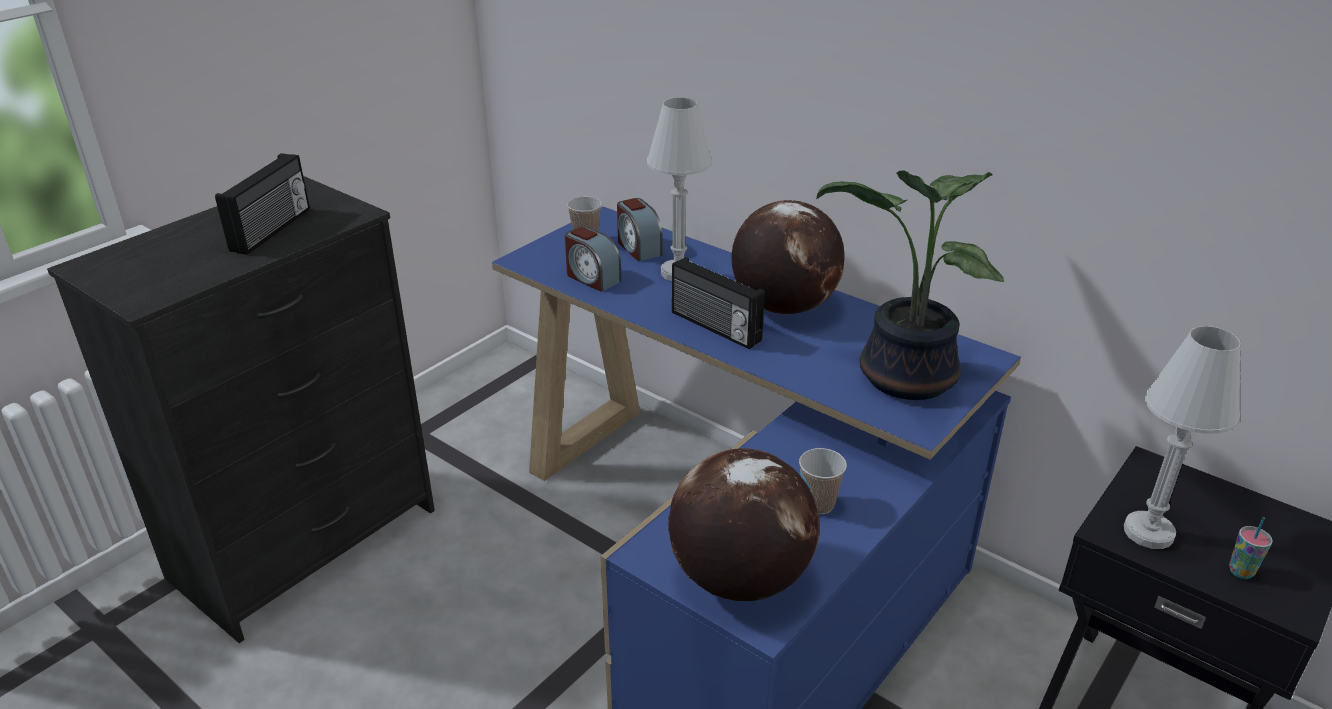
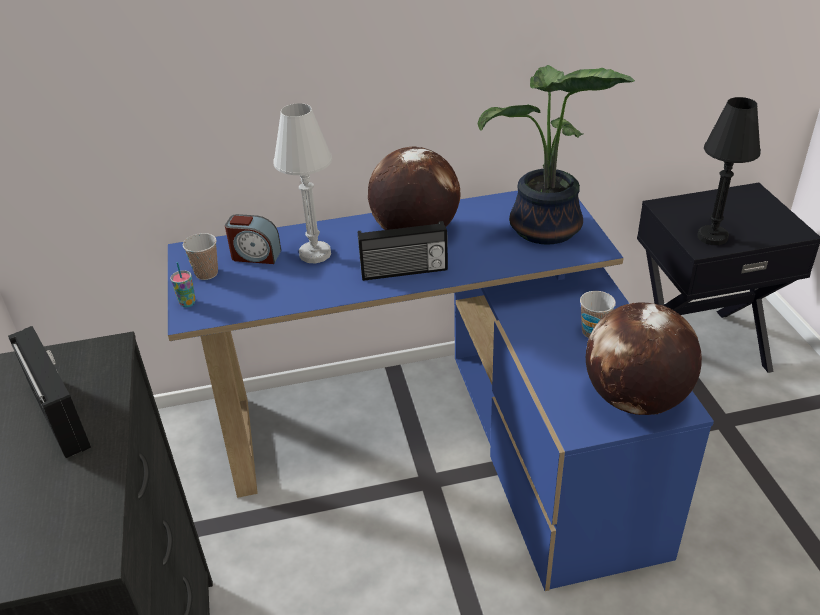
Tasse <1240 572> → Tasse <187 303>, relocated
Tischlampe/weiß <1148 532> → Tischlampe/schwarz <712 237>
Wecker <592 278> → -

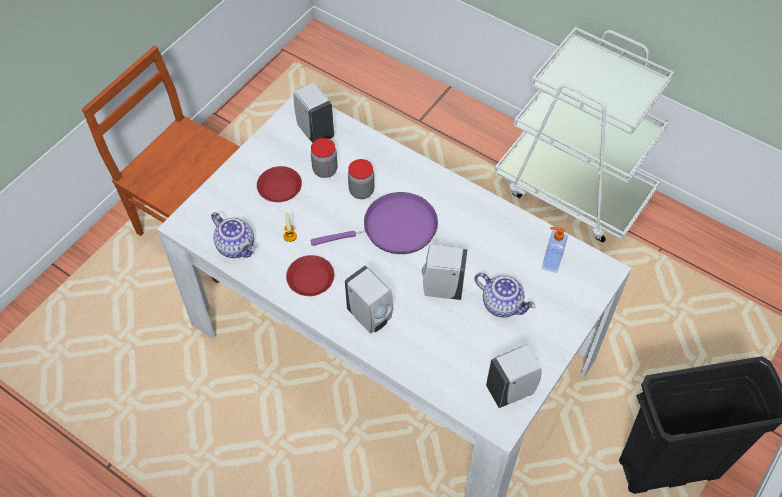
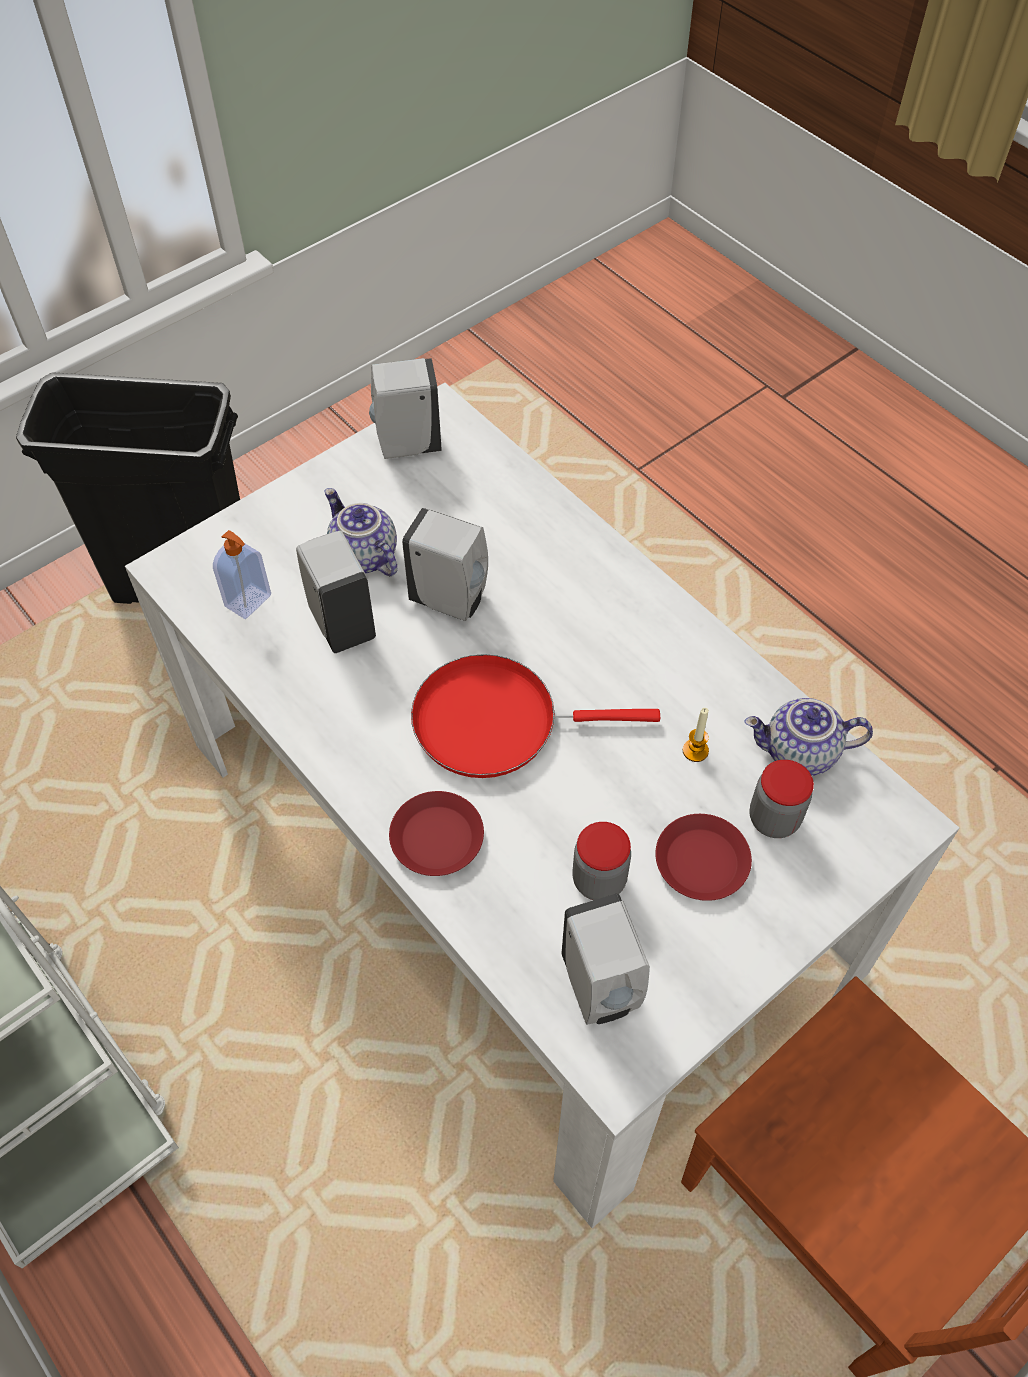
Seifenspender/weiß <370 317> → Seifenspender/weiß <341 622>, relocated
Teller/rot <310 278> → Teller/rot <437 838>, relocated
Pfanne/lila <394 228> → Pfanne/rot <496 721>
Teekanne <237 246> → Teekanne <799 754>, 60 degrees counterclockwise
Vorratsglas <361 191> → Vorratsglas <774 819>, relocated

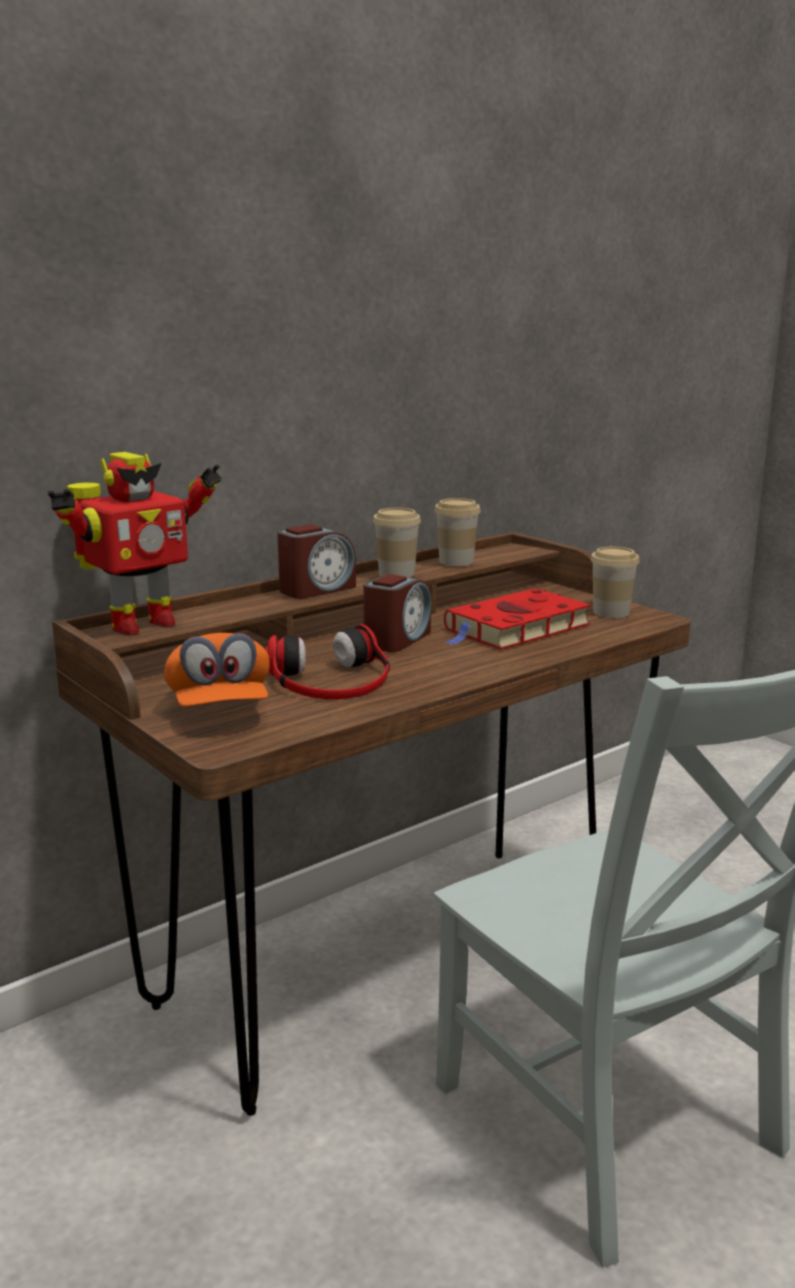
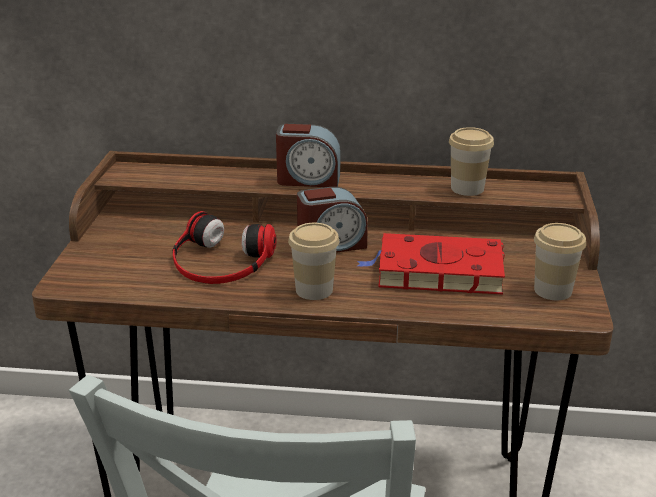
Tasse <396 574> → Tasse <314 290>, relocated
Spielzeugroboter <139 625> → -
Kappe/orange <220 709> → -

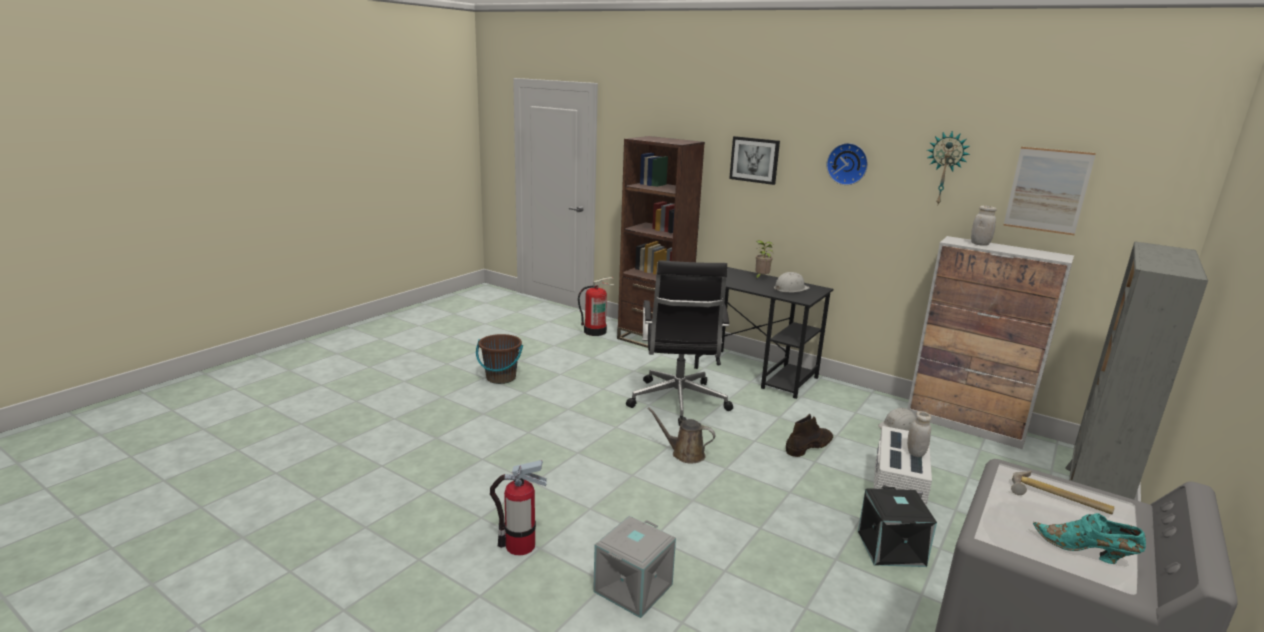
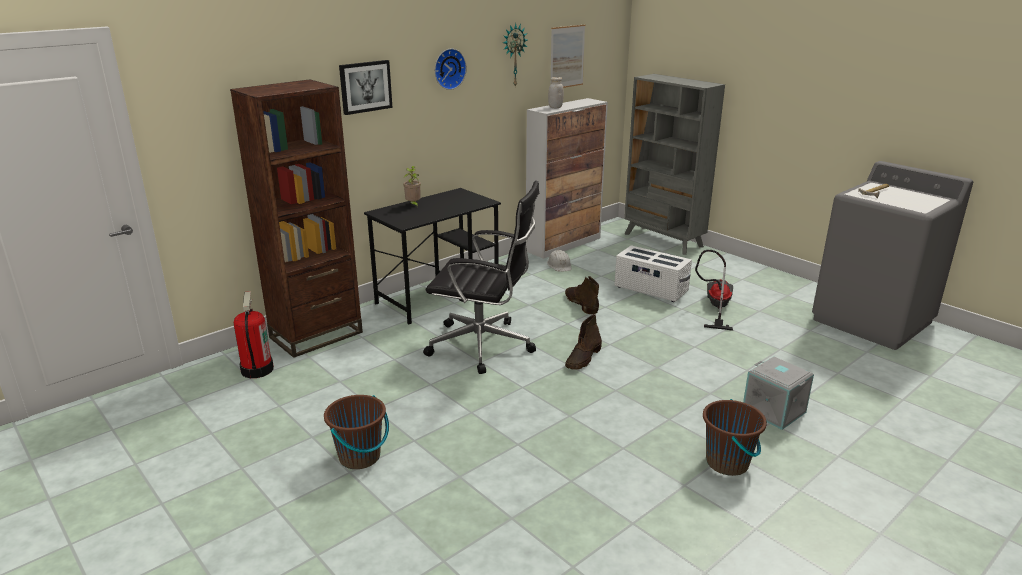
Gießkanne/braun <685 454> → Stiefel/braun <583 358>
Aufbewahrungsbox/schwarz <892 549> → Staubsauger <715 307>
Feuerlöscher <520 546> → Eimer/braun <727 463>
Schutzhelm/weiß <790 289> → -
Vorratsglas/weiß <915 453> → -
Schuh/türkis <1086 552> → -

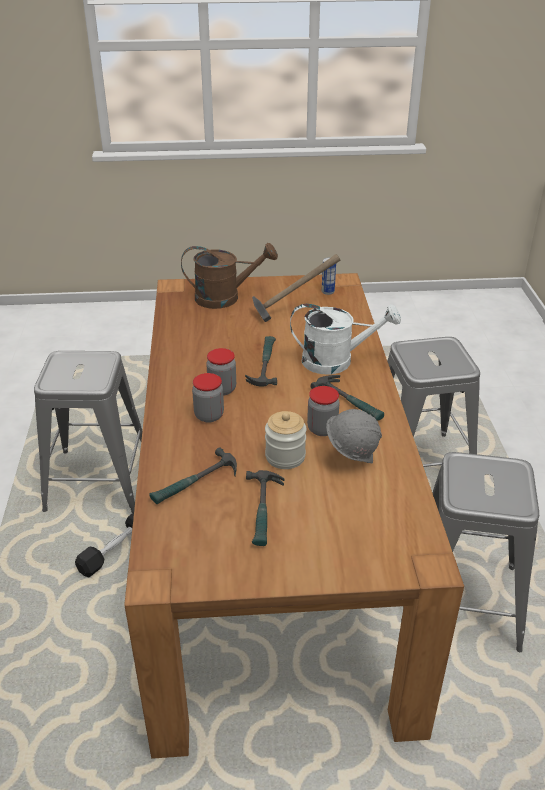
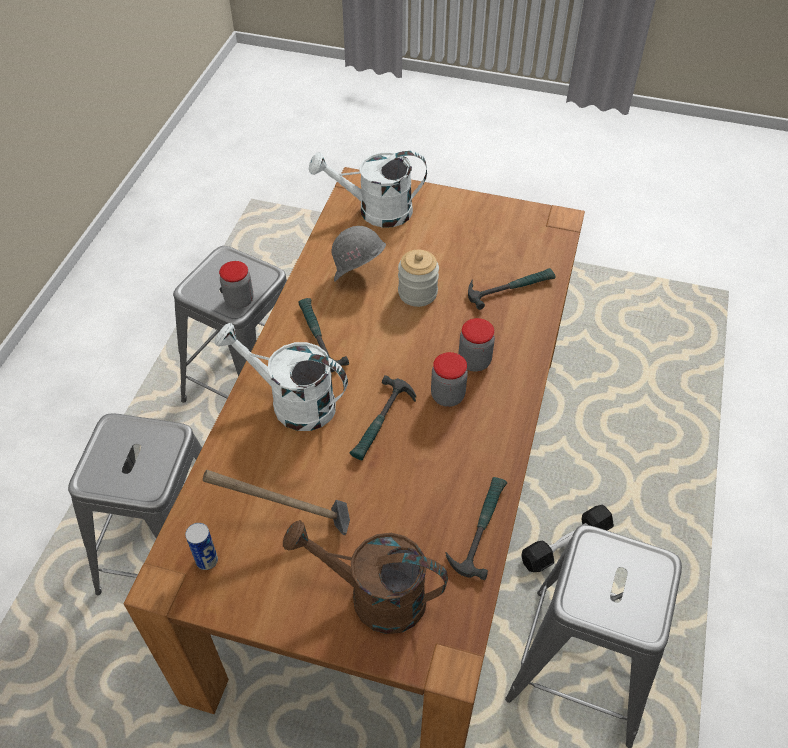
Vorratsglas <322 429> → Vorratsglas <239 300>, relocated
- → Gießkanne/weiß <375 211>
Hammer <264 511> → Hammer <479 528>, relocated

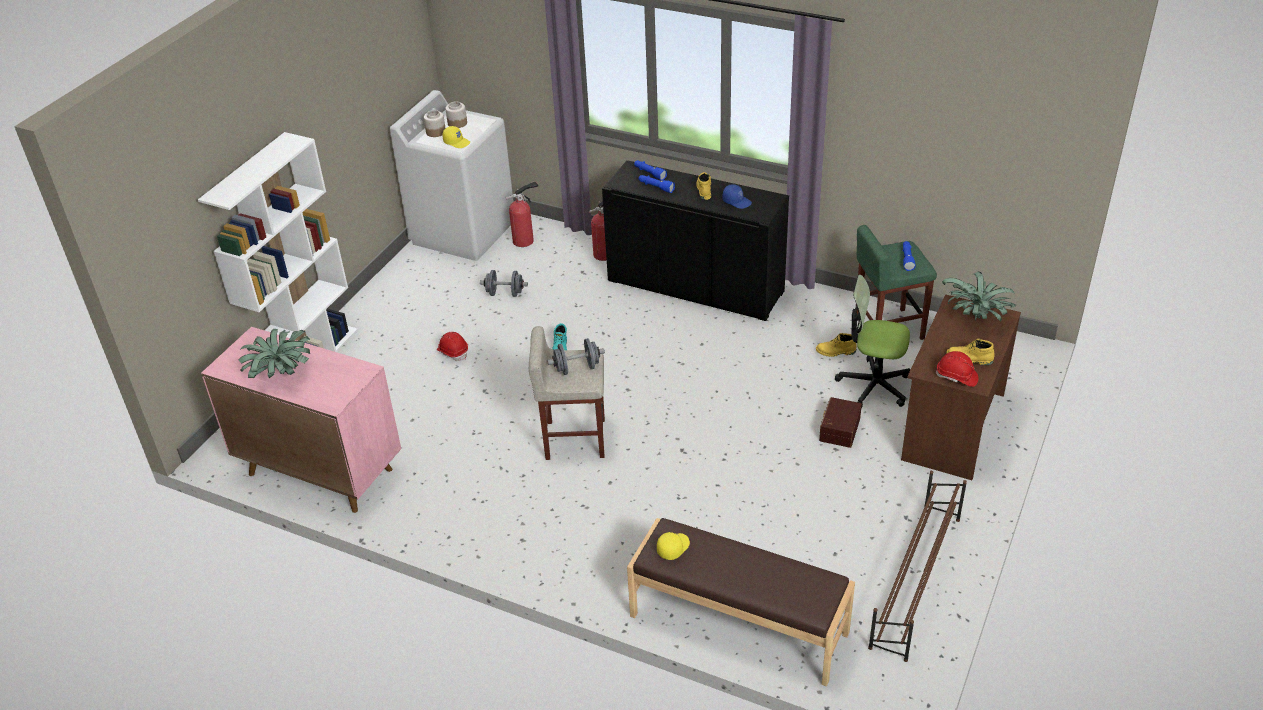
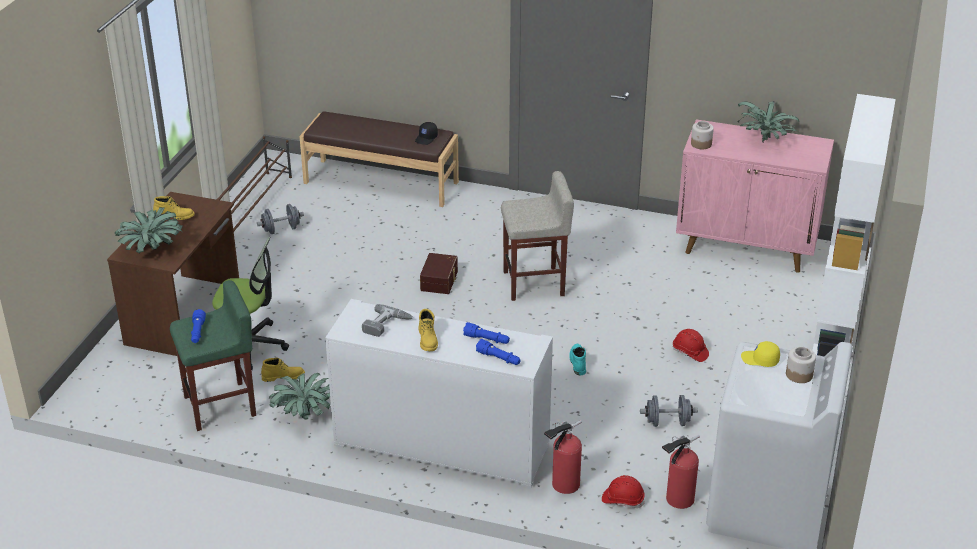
Hantel/grau <577 368> → Hantel/grau <281 229>, relocated
- → Topfpflanze <305 414>
Schrank/schwarz <695 286> → Schrank/weiß <441 445>
Kappe/blau <737 201> → Bohrmaschine <387 325>
Kappe/gelb <672 547> → Kappe/schwarz <426 138>
Aufbewahrungsbox/braun <838 429> → Aufbewahrungsbox/braun <440 281>, relocated
Schutzhelm/rot <956 377> → Schutzhelm/rot <622 500>, relocated
Vorratsglas <457 123> → Vorratsglas <701 144>, relocated

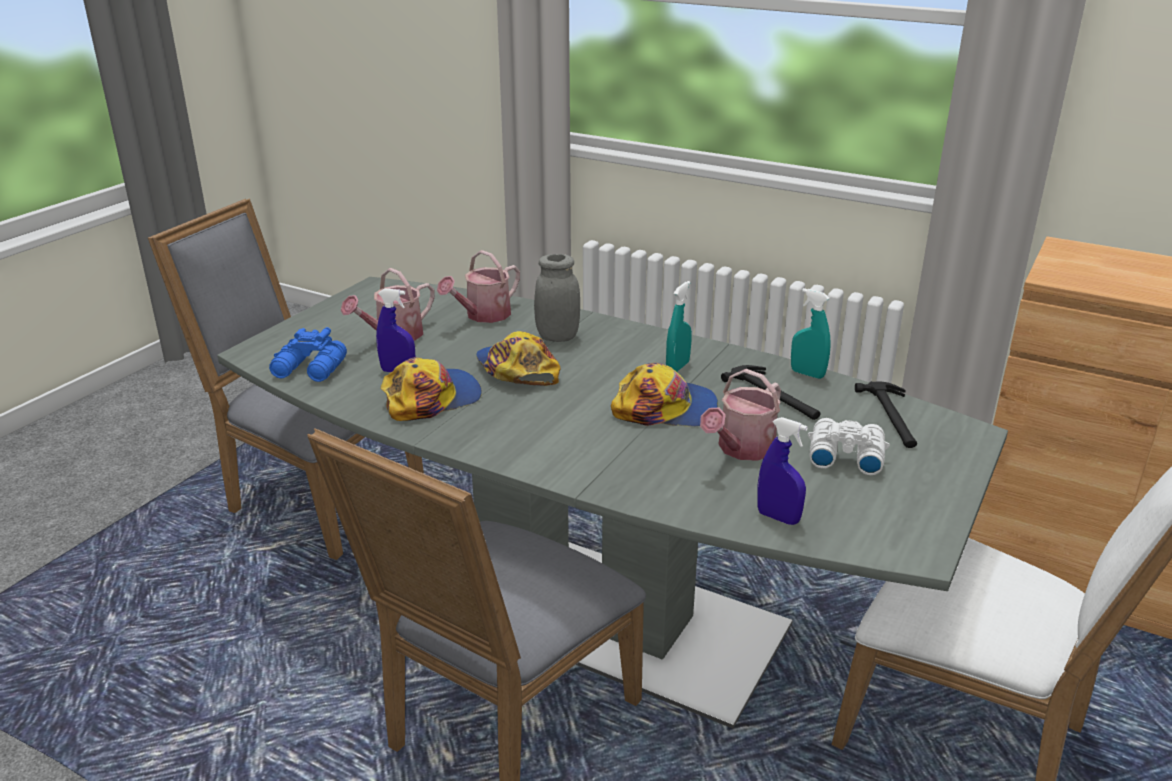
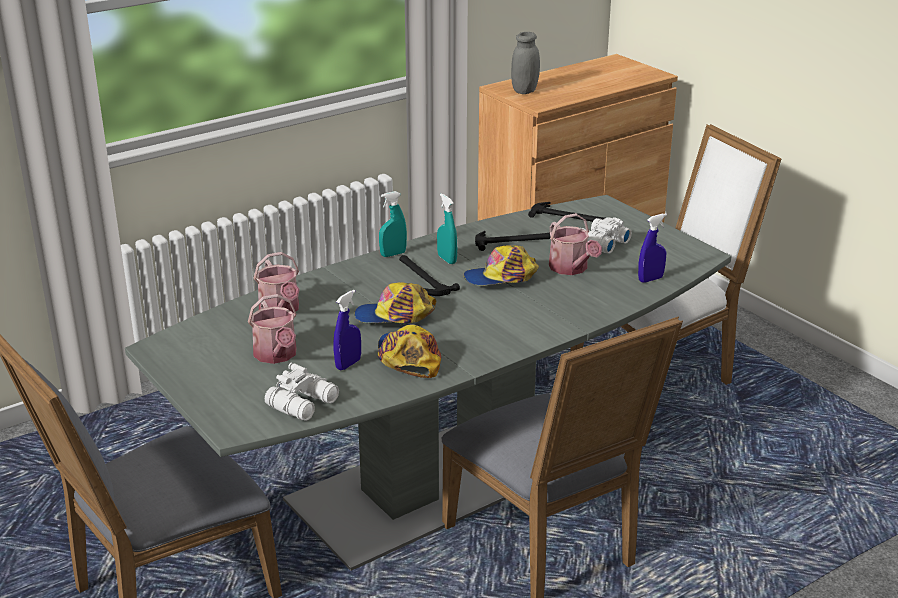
Fernglas/blau <310 370> → Fernglas/weiß <304 403>
Sprühflasche/türkis <807 374> → Sprühflasche/türkis <393 254>, relocated
- → Hammer <423 278>
Kappe <665 408> → Kappe <501 278>, 135 degrees counterclockwise
Vorratsglas/grau <557 337> → Vorratsglas/grau <524 91>, relocated

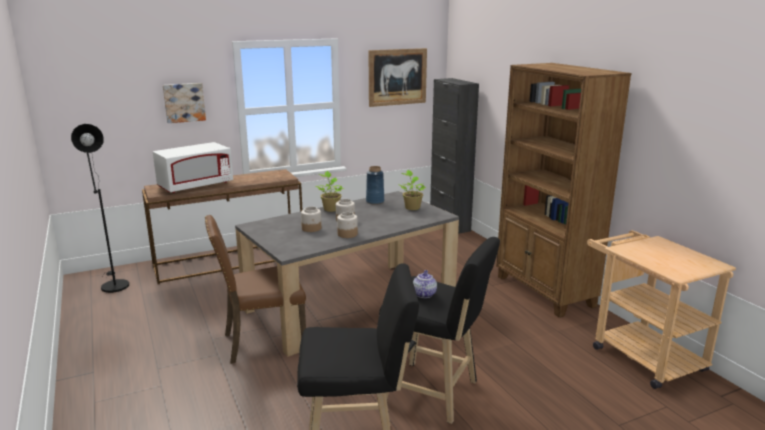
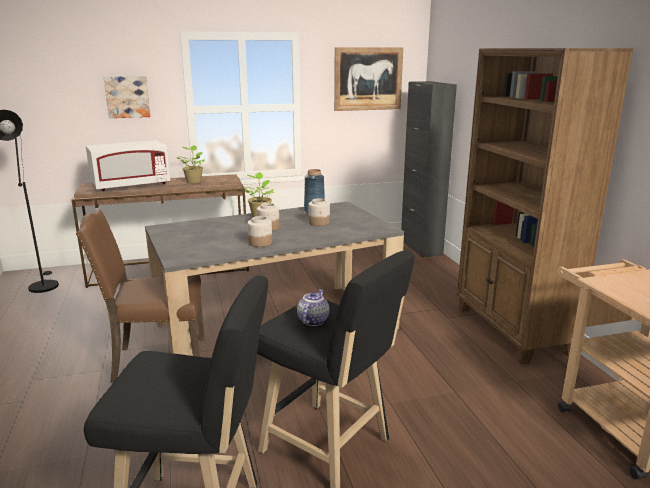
Topfpflanze <412 207> → Topfpflanze <194 181>, relocated
Vorratsglas <311 228> → Vorratsglas <319 222>, relocated

